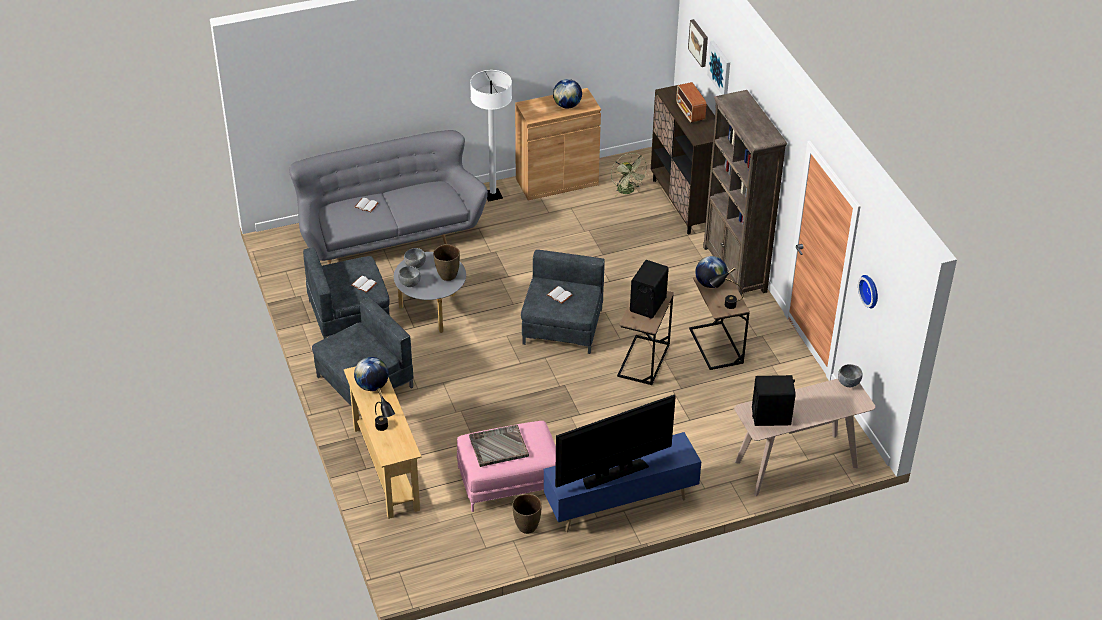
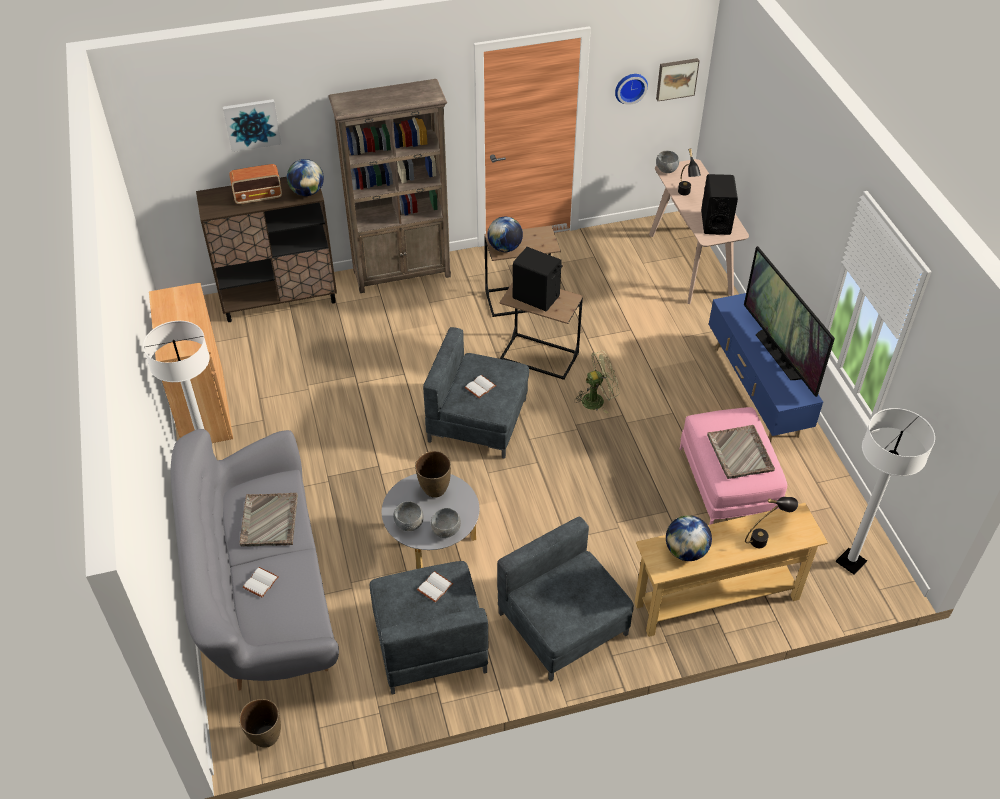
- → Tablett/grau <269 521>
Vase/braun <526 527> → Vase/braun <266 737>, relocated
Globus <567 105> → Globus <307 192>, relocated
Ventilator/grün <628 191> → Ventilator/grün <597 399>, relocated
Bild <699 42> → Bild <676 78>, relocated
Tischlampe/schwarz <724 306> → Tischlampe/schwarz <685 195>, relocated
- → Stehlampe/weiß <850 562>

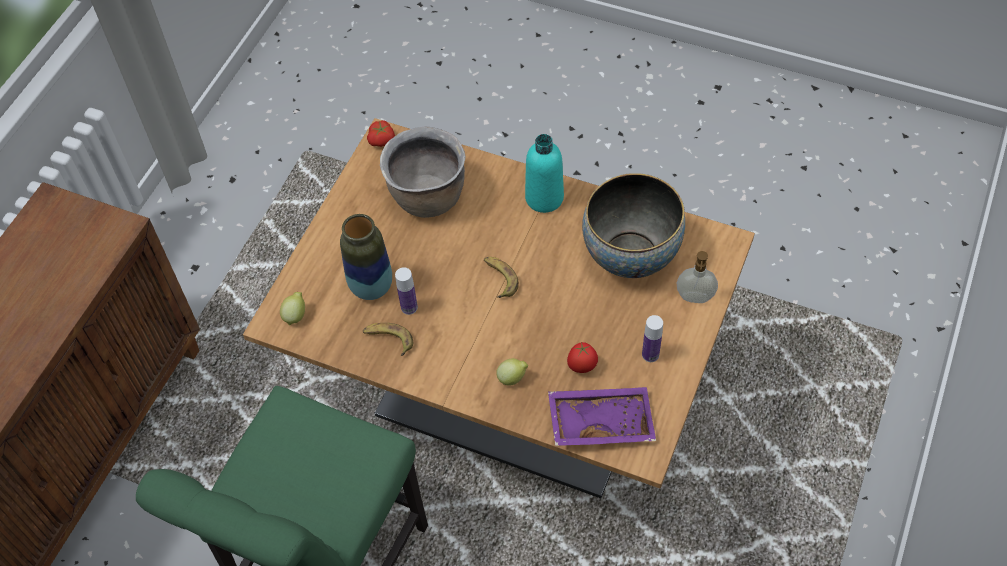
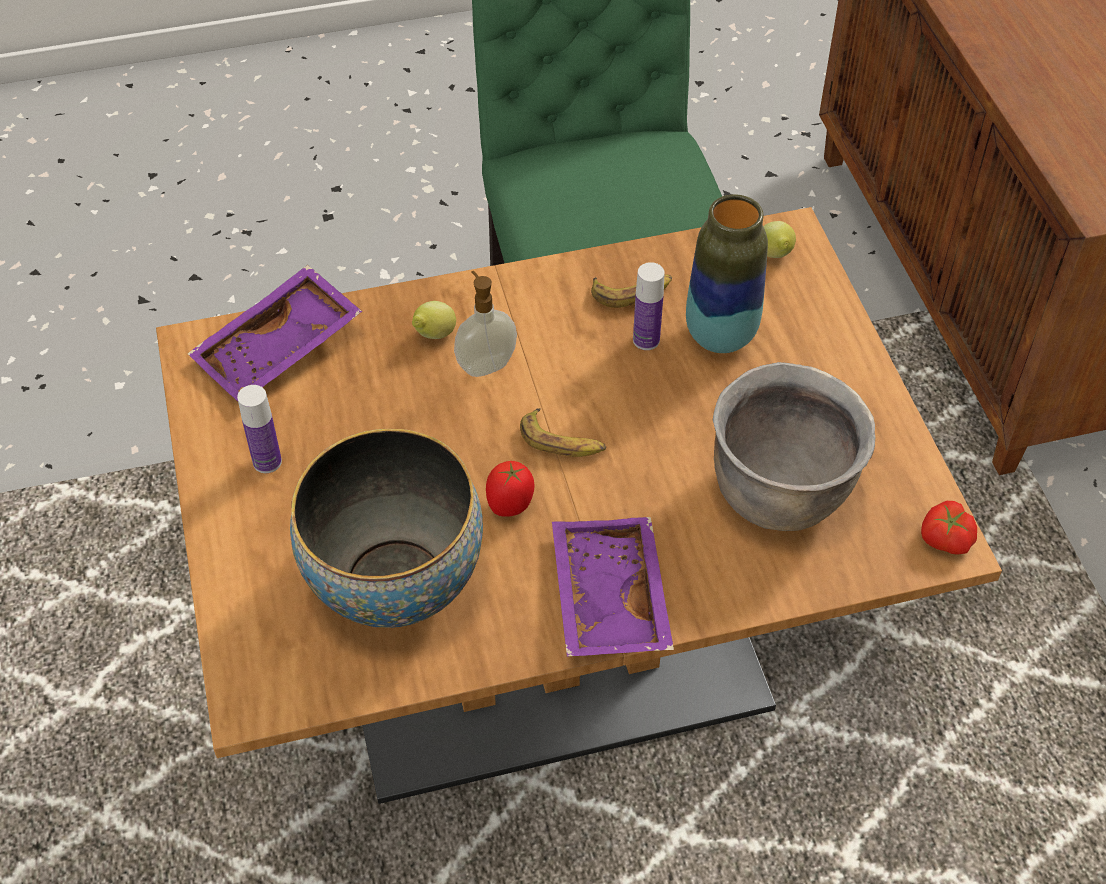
Seifenspender <695 298> → Seifenspender <486 364>, relocated
Tomate <582 367> → Tomate <511 505>, relocated
Flasche/türkis <544 198> → Tablett/lila <605 598>

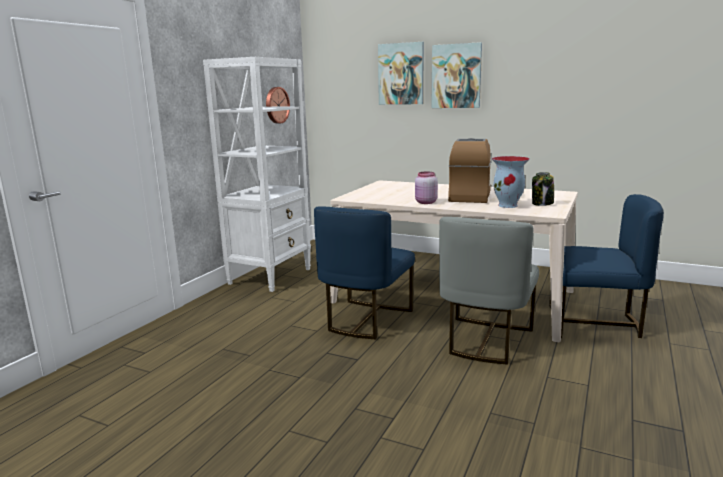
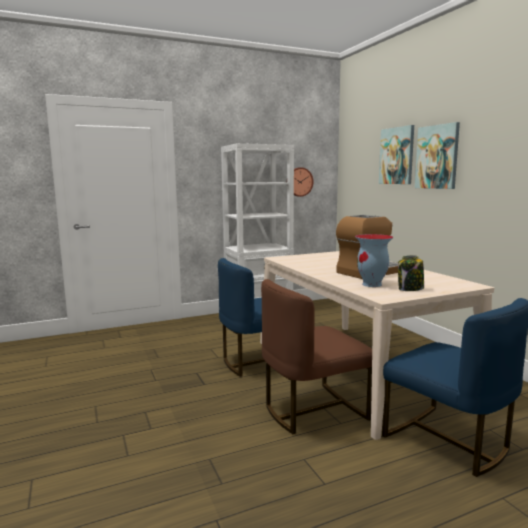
Stuhl/grau <485 340> → Stuhl/braun <313 410>
Vorratsglas/rosa <425 202> → -

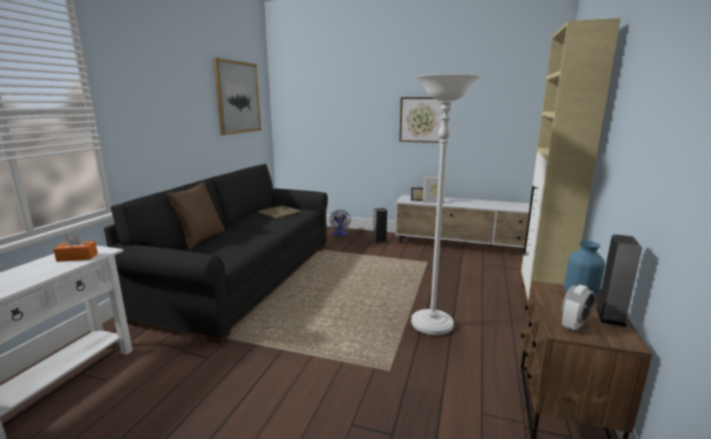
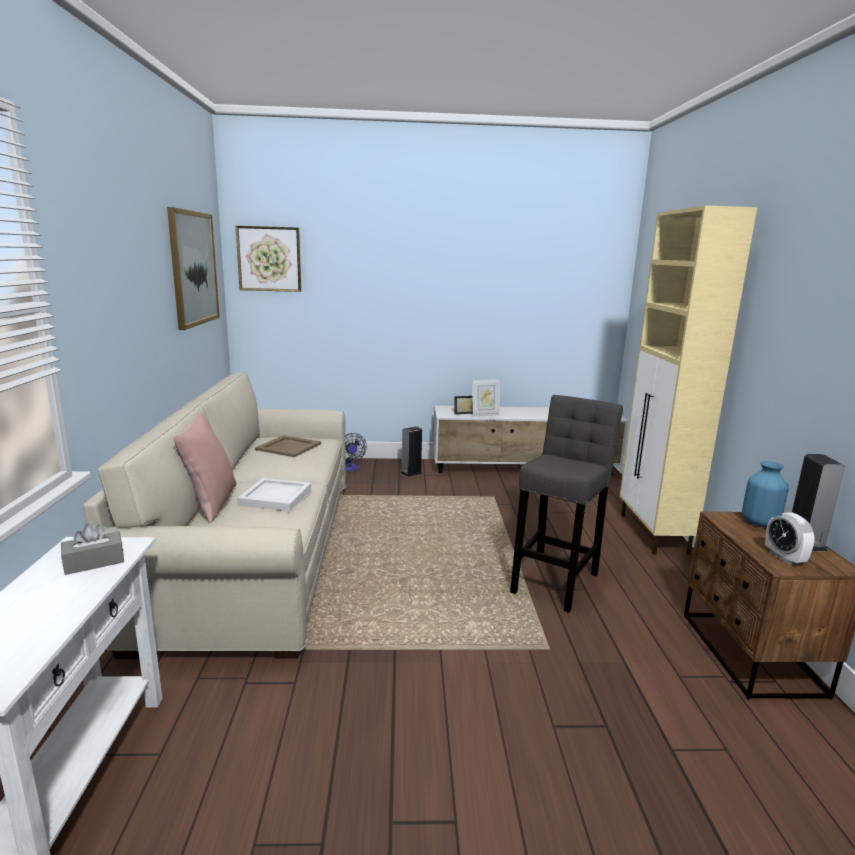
Taschentuchbox/orange <77 257> → Taschentuchbox/grau <94 562>
Sofa/schwarz <245 278> → Sofa/beige <257 553>
Kissen/braun <201 239> → Kissen/rosa <210 503>
Bild <421 120> → Bild <269 259>, relocated
- → Tablett/weiß <275 496>
Stehlampe/weiß <432 324> → Hocker/grau <556 580>
Wecker <574 325> → Wecker <784 557>, 135 degrees clockwise

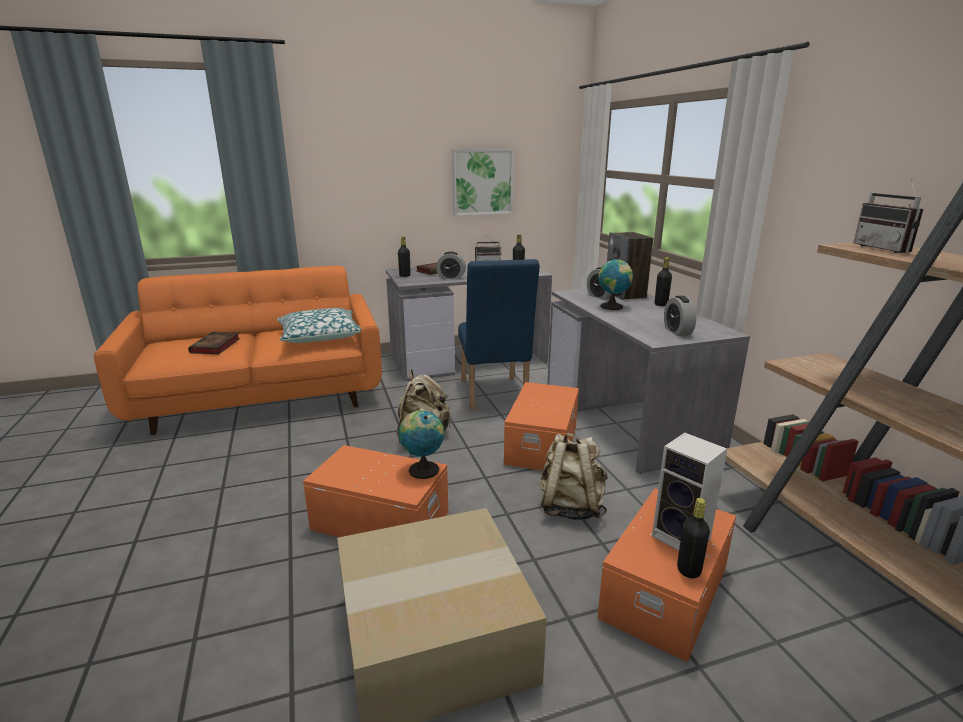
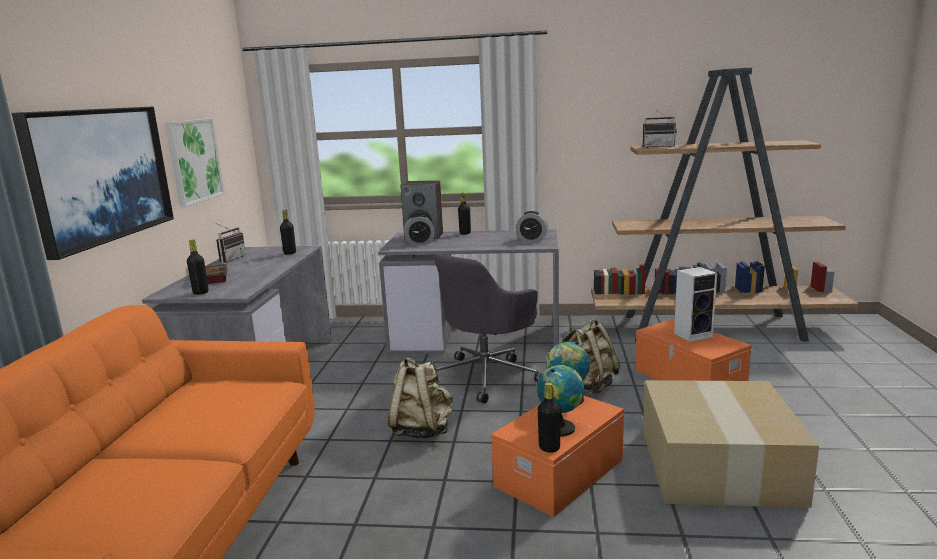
- → Bild <100 175>
Aufbewahrungsbox/orange <543 444> → Bürostuhl/grau <487 376>
Globus <613 307> → Globus <561 427>, relocated
Flasche/schwarz <688 570> → Flasche/schwarz <549 448>, relocated
Buch <215 346> → -
Kissen <320 336> → -
Wecker <451 278> → -
Stuhl/blau <493 395> → -

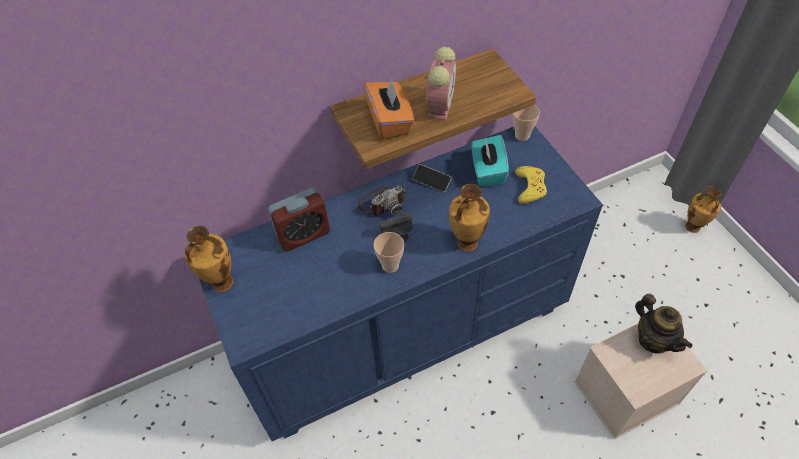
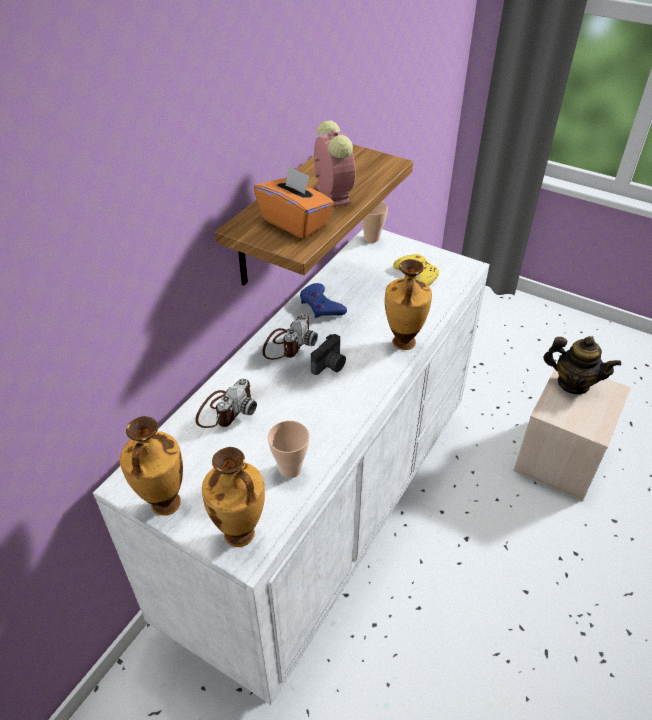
Kommode/blau <404 331> → Kommode/weiß <325 510>
Wecker <303 234> → Kamera <225 409>
Vase <693 228> → Vase <240 535>, relocated
Tasse <390 265> → Tasse <290 469>, relocated
Handy <431 181> → Gamepad/blau <321 306>
Taschentuchbox/türkis <487 171> → -

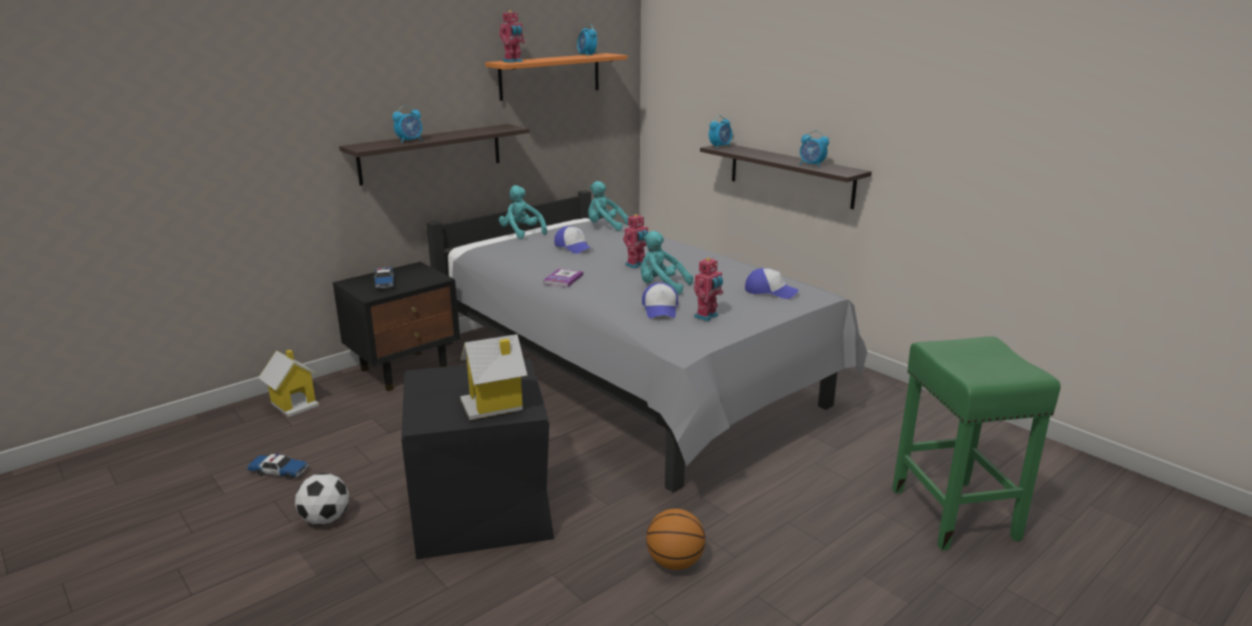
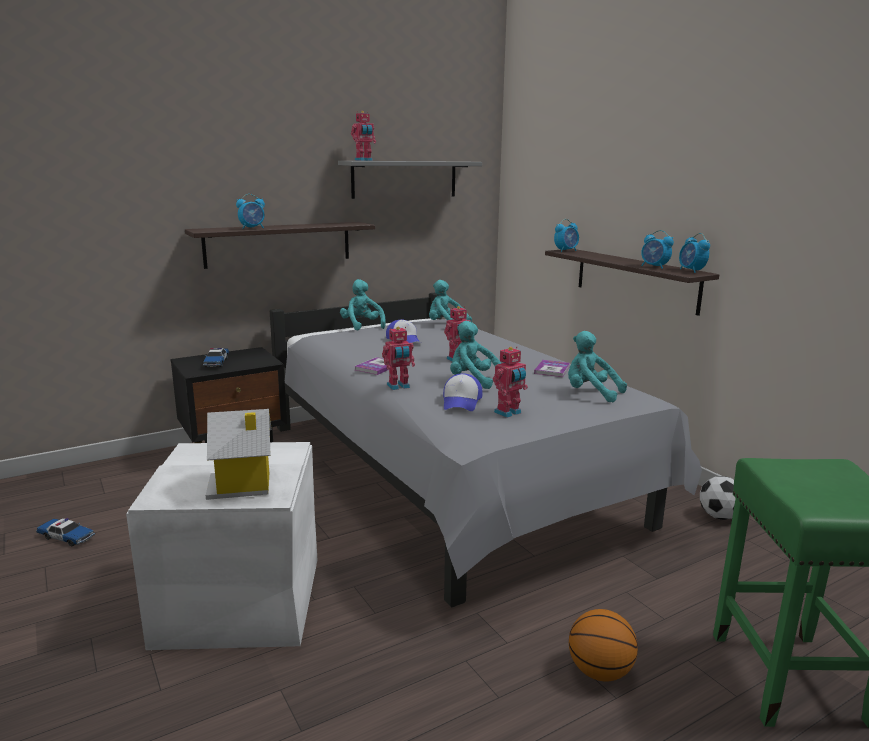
Aufbewahrungsbox/schwarz <480 507> → Aufbewahrungsbox/weiß <238 599>
Wandregal/orange <550 76> → Wandregal/grau <404 179>
- → Spielzeugroboter <398 387>
- → Buch <552 370>
Kappe <770 291> → Plüschtier/türkis <590 393>
Basketball <675 562> → Basketball <600 672>, relocated
Wecker <587 55> → Wecker <691 271>, relocated
Fußball <325 519> → Fußball <719 516>, relocated
Spielzeughaus <294 403> → -

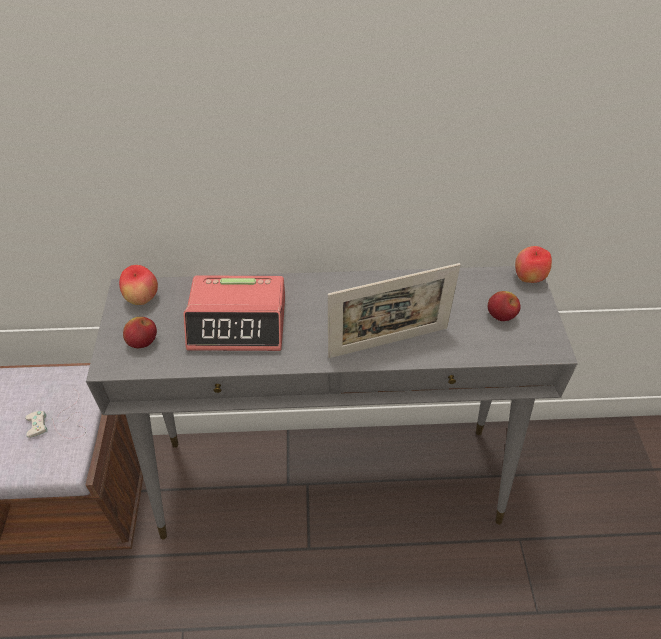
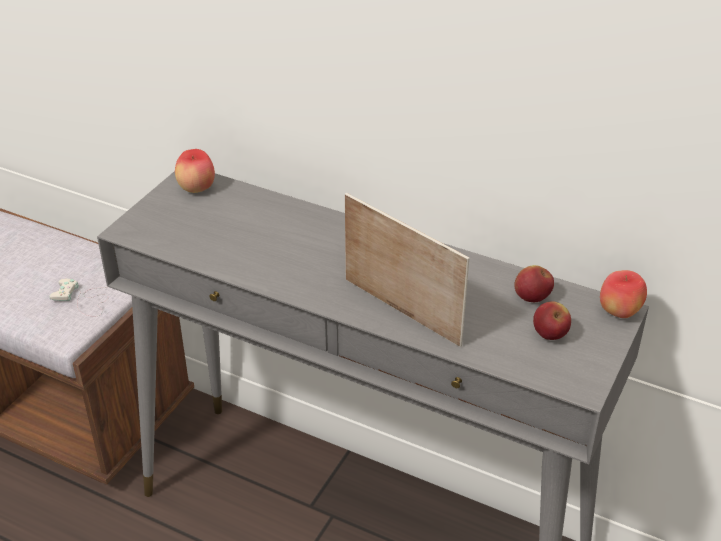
Bilderrahmen <388 342> → Bilderrahmen <401 311>, 150 degrees counterclockwise
Apfel <143 342> → Apfel <532 298>, relocated
Wecker <238 322> → -

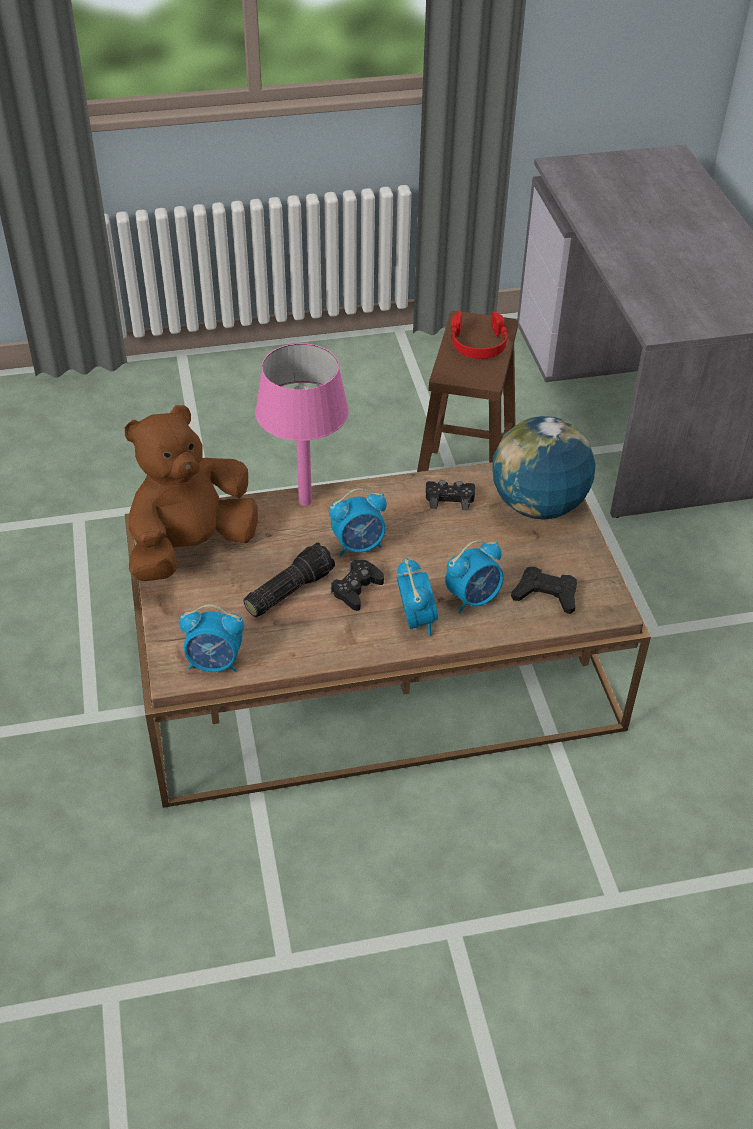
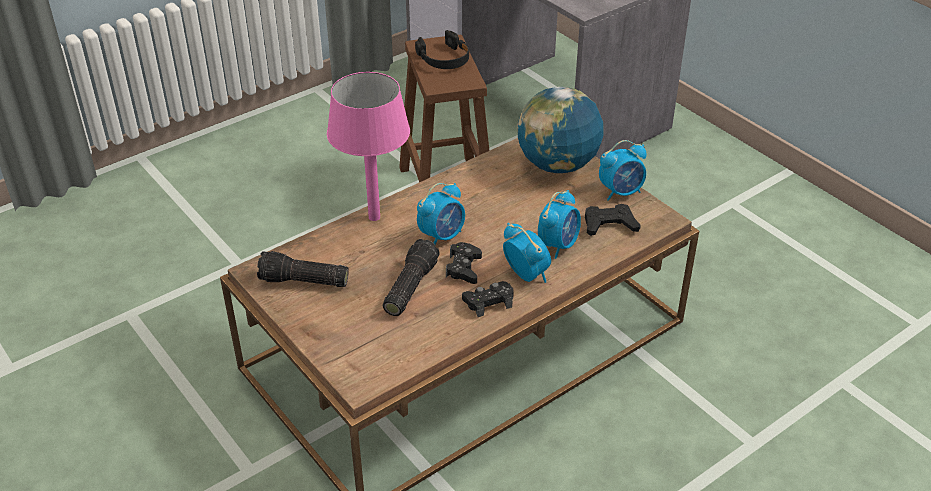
Plüschtier/braun <191 547> → Taschenlampe <303 282>
Kopfhörer/rot <478 343> → Kopfhörer/schwarz <444 59>
Gamepad/schwarz <449 498> → Gamepad/schwarz <488 302>, relocated
Wecker <215 663> → Wecker <621 192>, relocated

